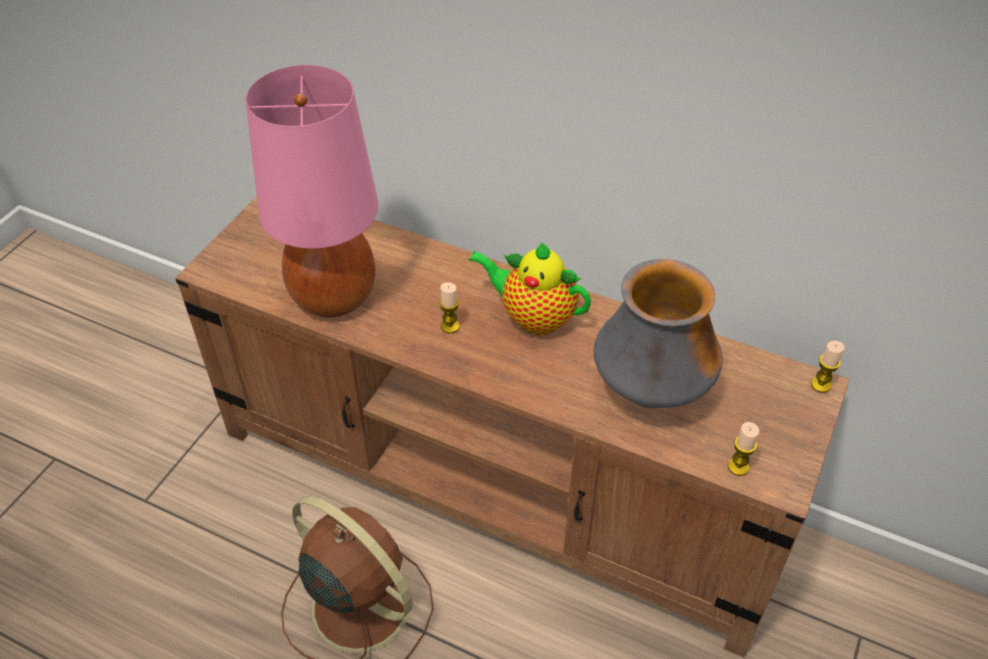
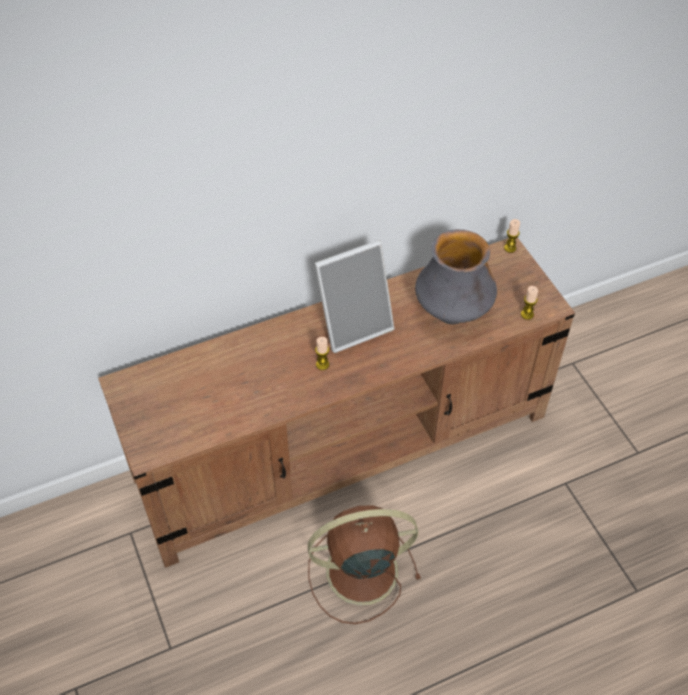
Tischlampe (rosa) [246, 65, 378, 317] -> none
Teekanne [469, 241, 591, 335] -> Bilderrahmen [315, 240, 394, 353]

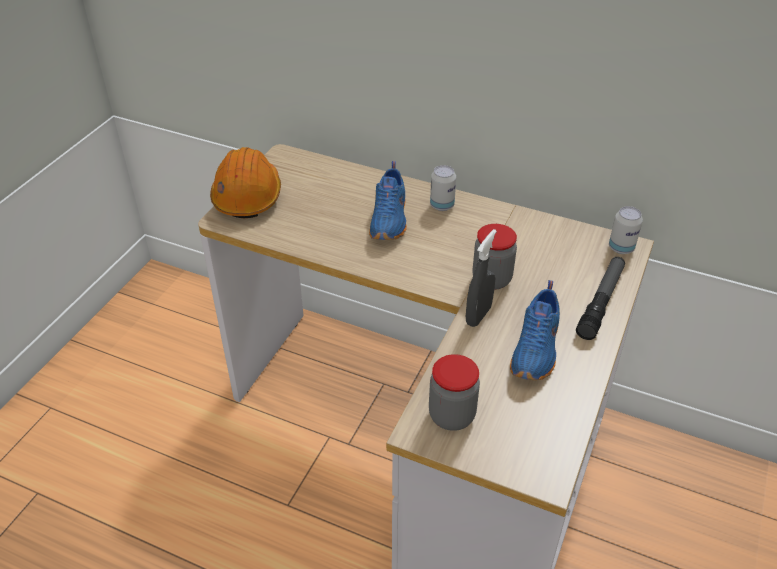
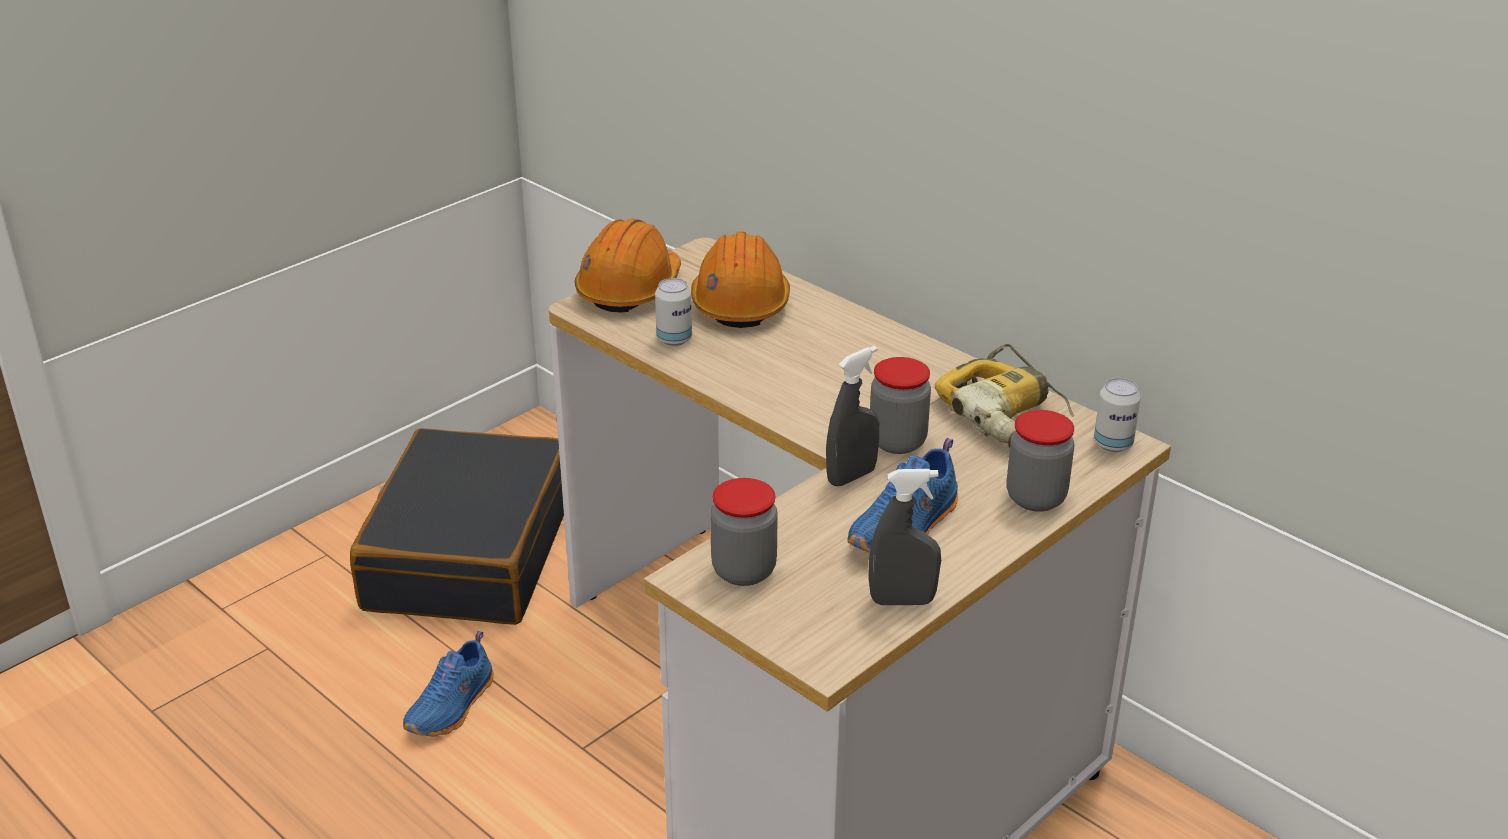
none -> Koffer (schwarz) [350, 428, 564, 625]
none -> Schutzhelm (orange) [691, 232, 790, 328]
none -> Sprühflasche (grau) [869, 469, 941, 605]
none -> Bohrmaschine [935, 344, 1074, 448]
Schuh (blau) [369, 161, 407, 240] -> Schuh (blau) [403, 631, 494, 737], shifted
Dose [430, 165, 456, 211] -> Dose [655, 278, 692, 346], shifted
Taschenlampe [576, 257, 625, 340] -> Vorratsglas [1007, 410, 1074, 512]

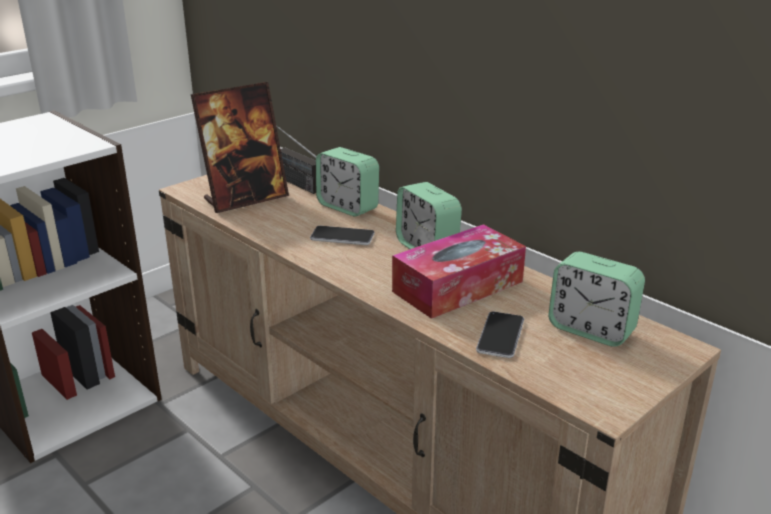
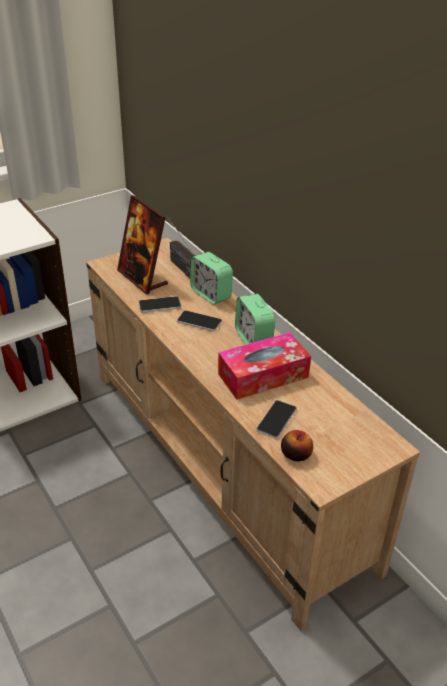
Wecker [548, 252, 645, 347] -> none
none -> Handy [139, 296, 181, 313]
none -> Apfel [281, 430, 313, 461]
Bilderrahmen [191, 82, 289, 213] -> Bilderrahmen [117, 195, 168, 294], 75 degrees clockwise

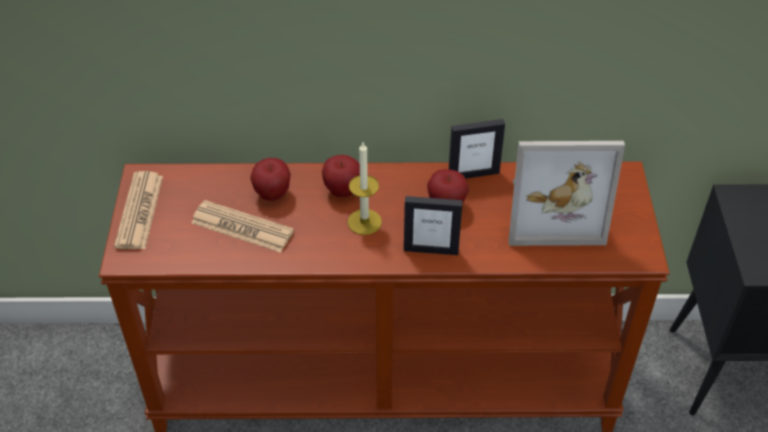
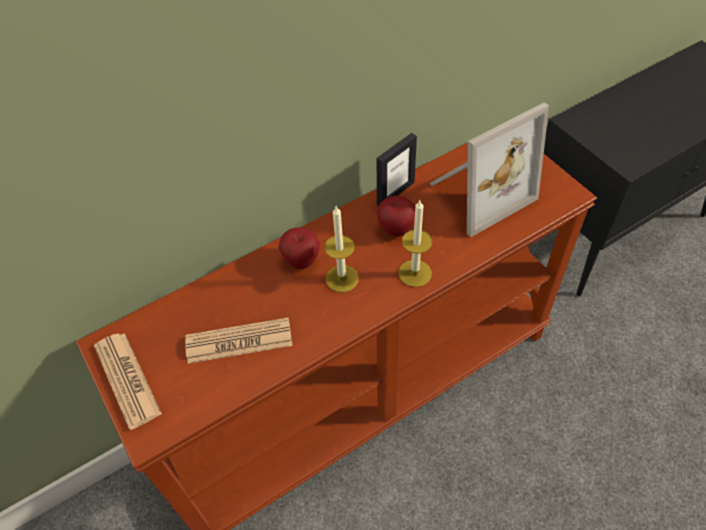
Apfel [250, 158, 291, 201] -> none
Bilderrahmen [404, 196, 463, 255] -> Kerze [398, 200, 432, 287]

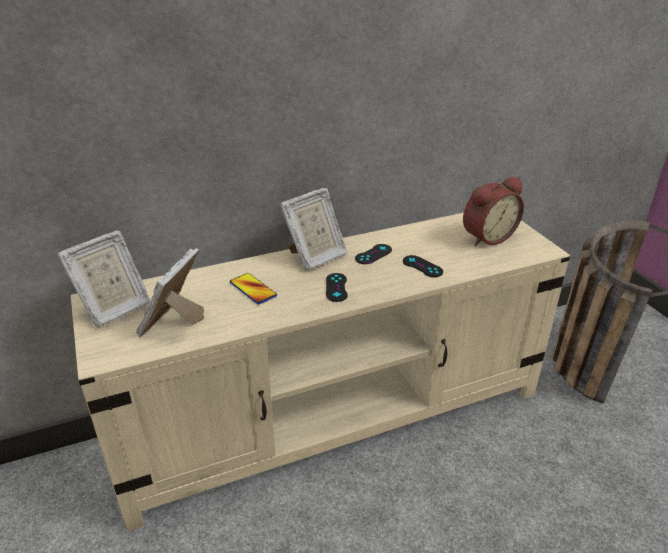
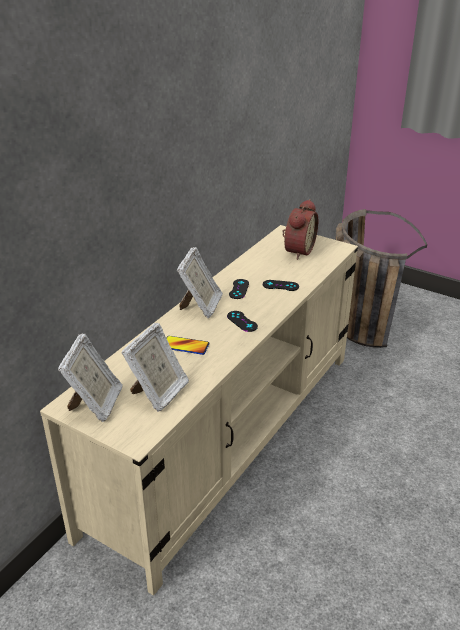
Bilderrahmen [136, 248, 204, 337] -> Bilderrahmen [121, 323, 189, 412], 135 degrees counterclockwise

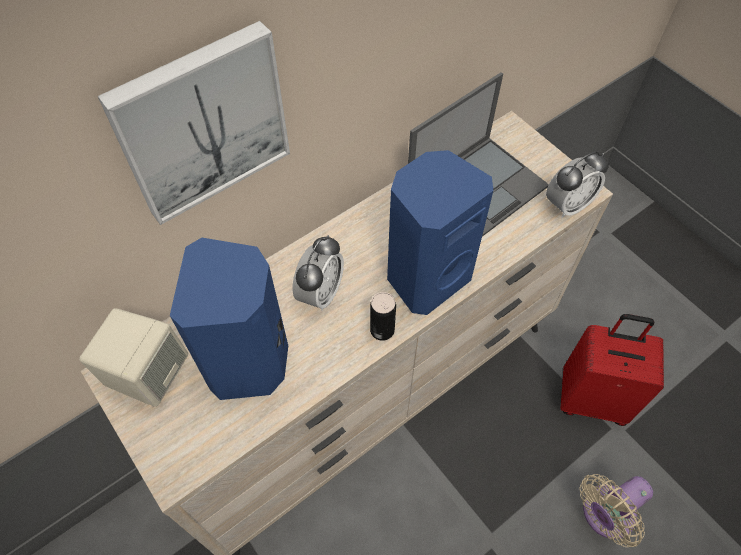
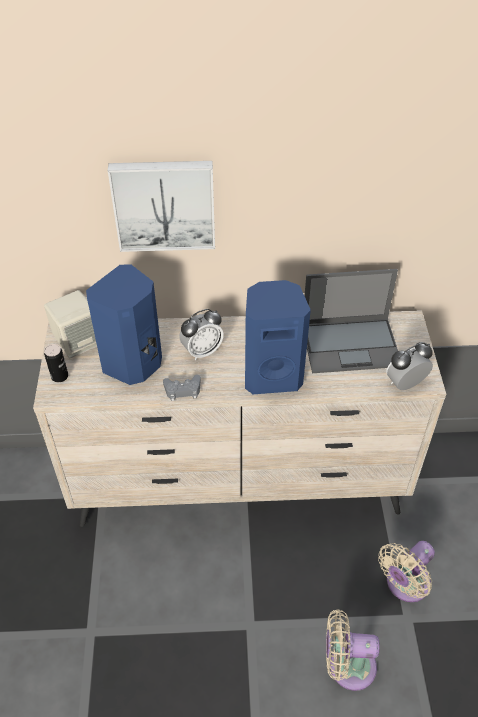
none -> Gamepad (grau) [163, 375, 201, 401]
Dose [370, 292, 396, 341] -> Dose [44, 344, 68, 382], shifted
Koffer (rot) [560, 314, 664, 426] -> Ventilator (beige) [378, 541, 435, 602]
Wecker [546, 151, 609, 218] -> Wecker [386, 342, 433, 390], 150 degrees clockwise

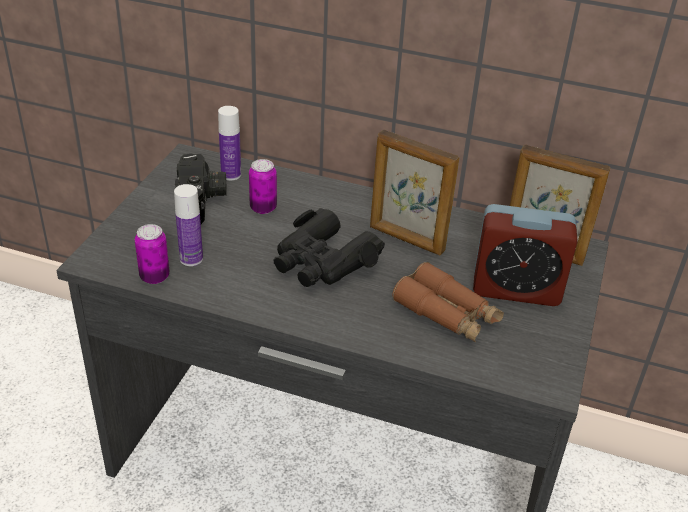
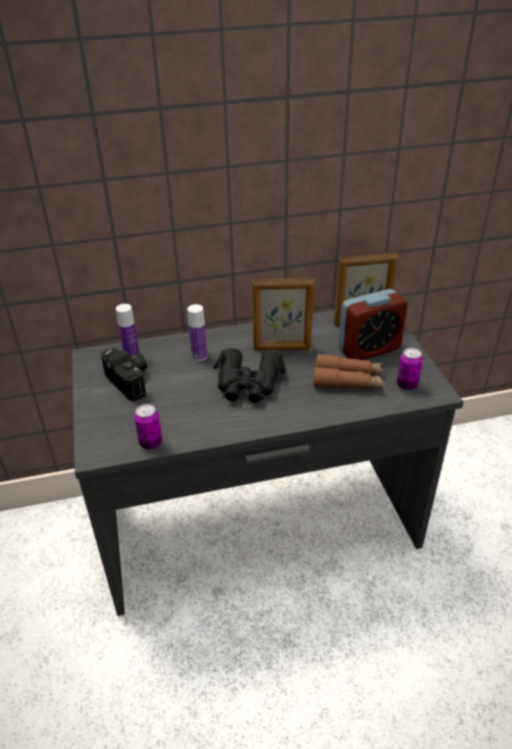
Flasche [174, 184, 203, 266] -> Flasche [187, 304, 207, 361], shifted
Dose [249, 159, 277, 214] -> Dose [397, 348, 423, 390], shifted

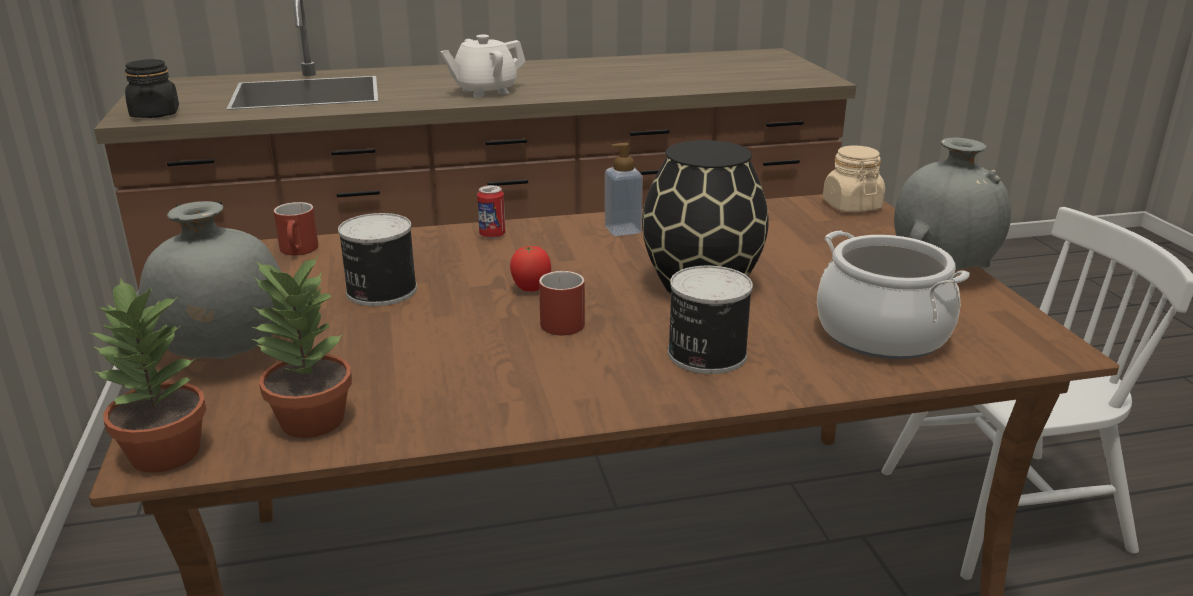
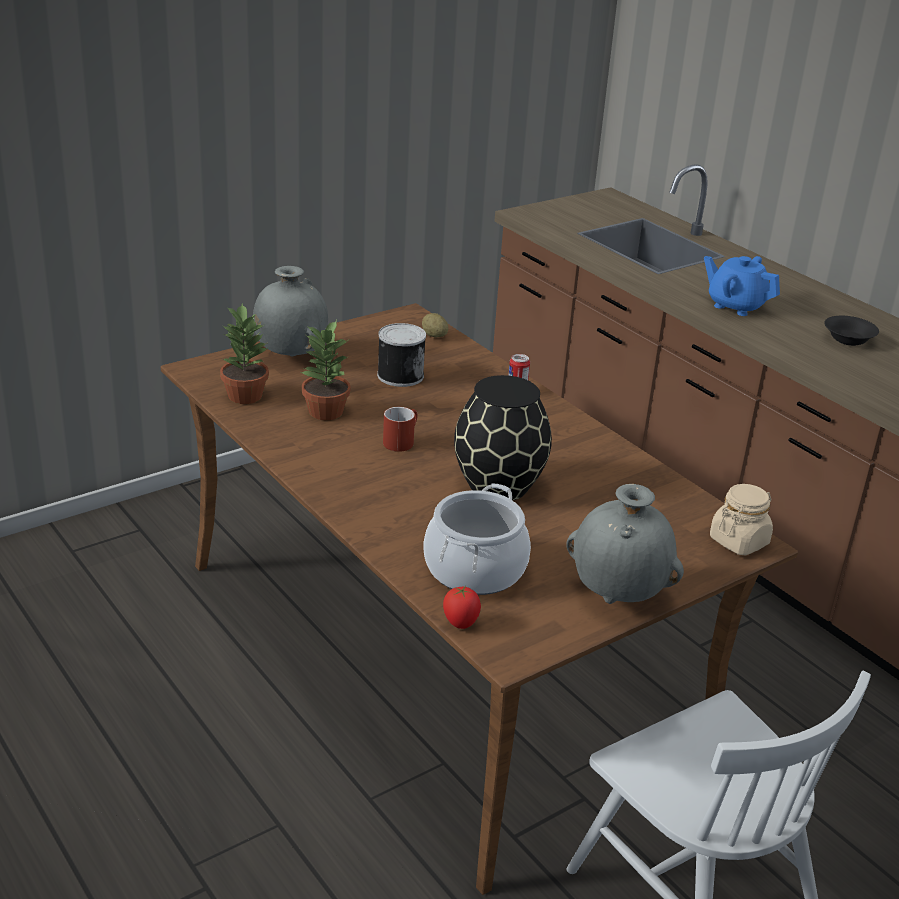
Vorratsglas (schwarz) [125, 59, 179, 118] -> none
Seifenspender [605, 143, 643, 236] -> none
Dose [668, 266, 753, 374] -> none
none -> Schüssel (schwarz) [824, 316, 879, 346]
Topfpflanze [88, 277, 206, 473] -> Topfpflanze [301, 320, 351, 420], shifted
Tomate [510, 246, 551, 291] -> Tomate [443, 586, 481, 629], shifted
Henkelbecher (rot) [274, 202, 319, 255] -> Kartoffel [422, 313, 449, 338]
Teekanne (weiß) [440, 35, 525, 98] -> Teekanne (blau) [704, 256, 780, 316]

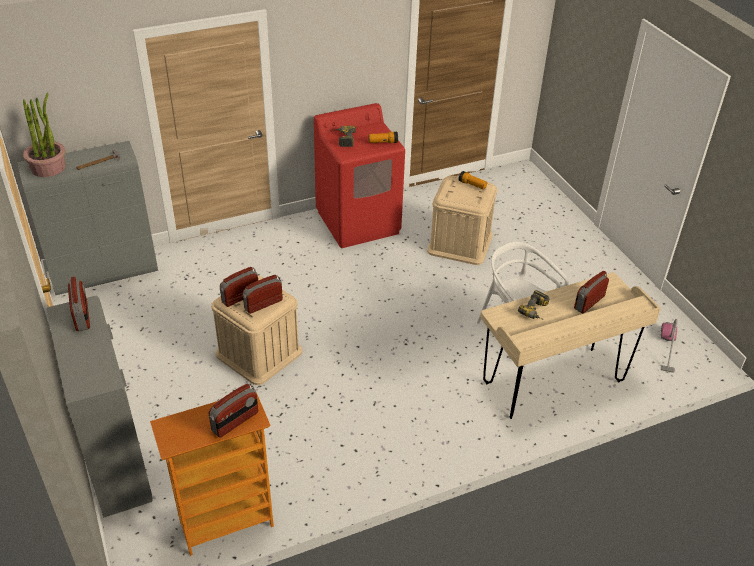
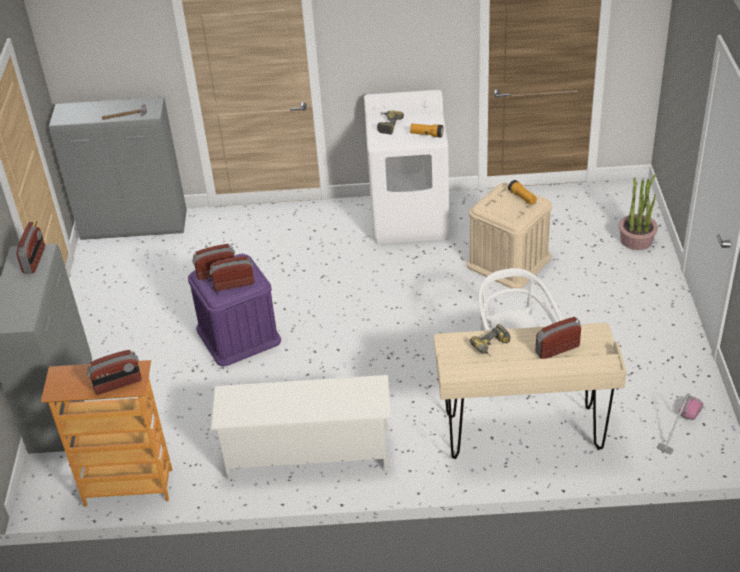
none -> Schuhregal (weiß) [210, 375, 391, 480]
Topfpflanze [23, 93, 66, 177] -> Topfpflanze [619, 173, 658, 250], shifted
Aufbewahrungsbox (beige) [211, 275, 302, 385] -> Aufbewahrungsbox (lila) [188, 254, 281, 366]
Waschmaschine (rot) [314, 103, 405, 248] -> Waschmaschine (weiß) [364, 90, 449, 244]

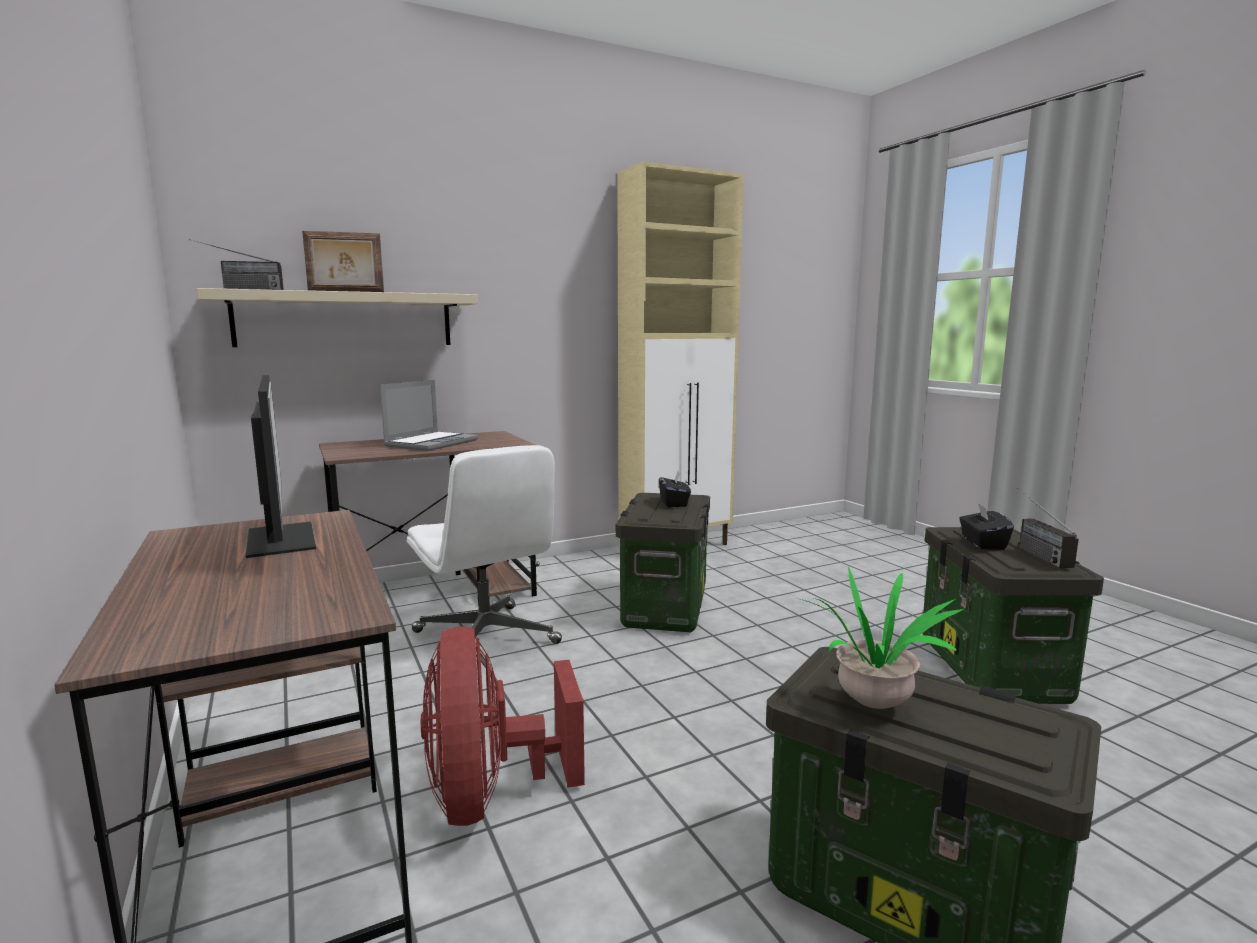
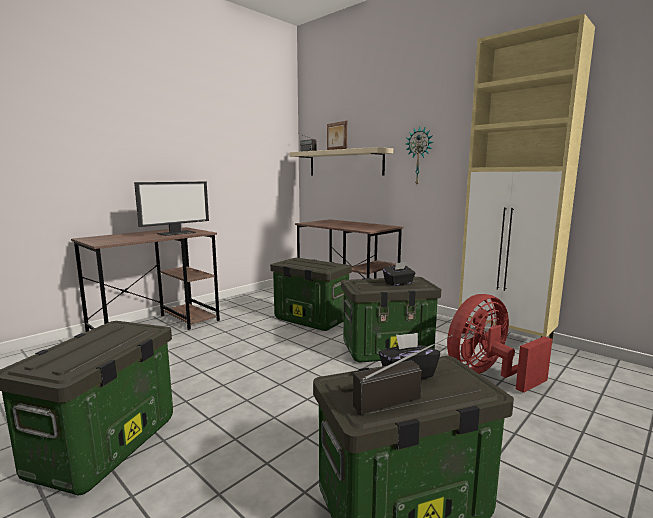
Laptop [380, 380, 479, 451] -> none
Topfpflanze [796, 566, 964, 709] -> none
none -> Wanduhr [406, 126, 433, 184]
Ventilator (rot) [421, 627, 585, 826] -> Ventilator (rot) [447, 294, 553, 393], shifted
Bürostuhl (weiß) [407, 445, 562, 644] -> Aufbewahrungsbox [270, 258, 352, 331]

